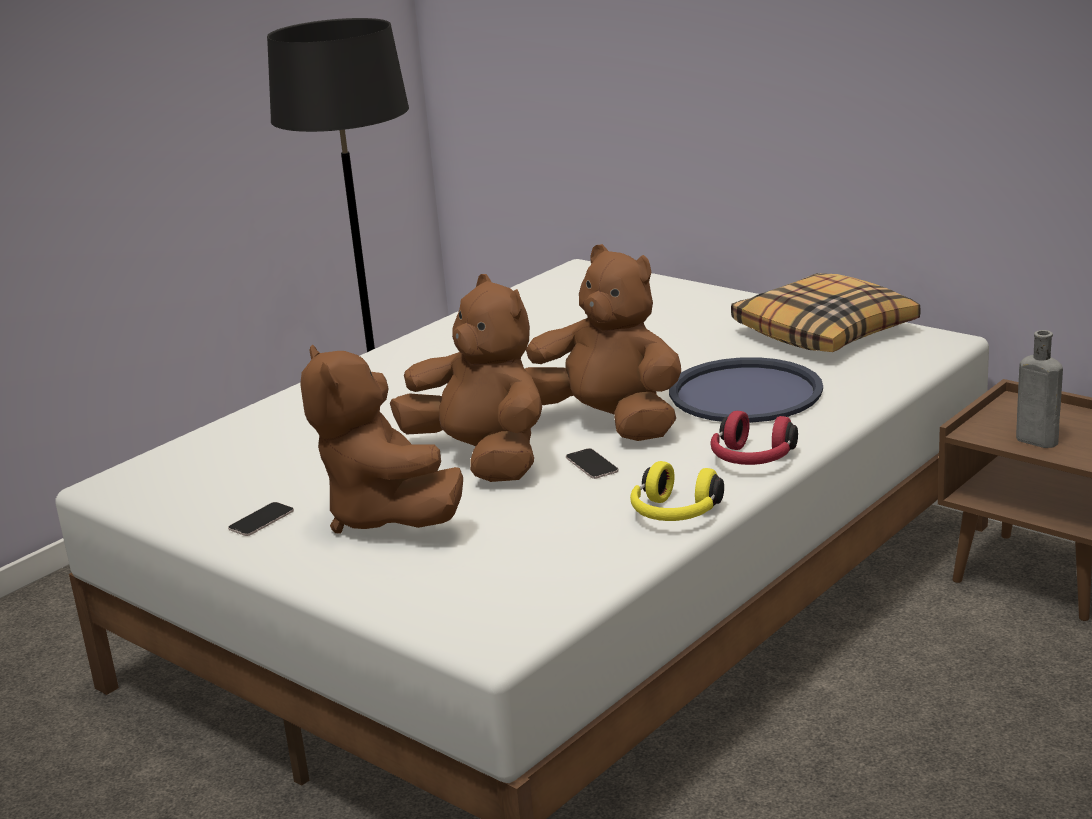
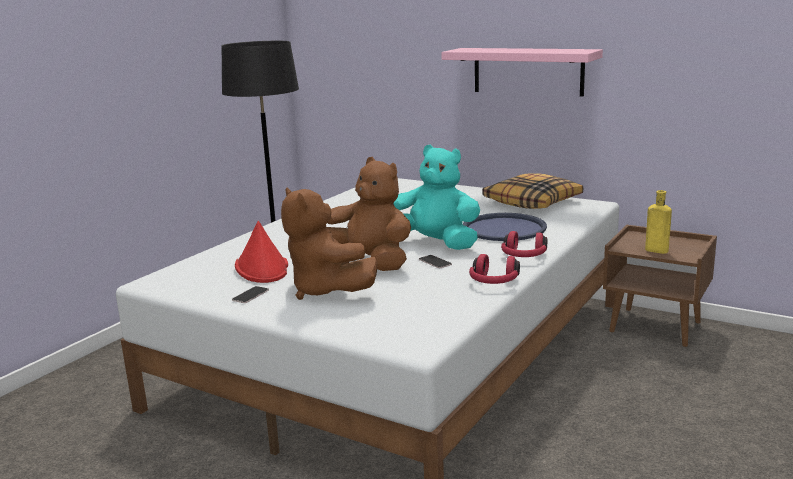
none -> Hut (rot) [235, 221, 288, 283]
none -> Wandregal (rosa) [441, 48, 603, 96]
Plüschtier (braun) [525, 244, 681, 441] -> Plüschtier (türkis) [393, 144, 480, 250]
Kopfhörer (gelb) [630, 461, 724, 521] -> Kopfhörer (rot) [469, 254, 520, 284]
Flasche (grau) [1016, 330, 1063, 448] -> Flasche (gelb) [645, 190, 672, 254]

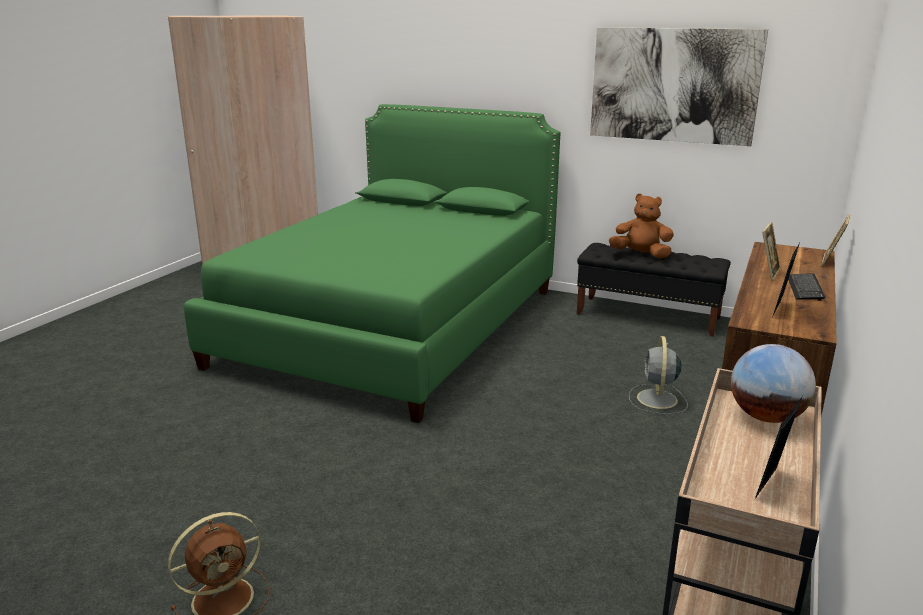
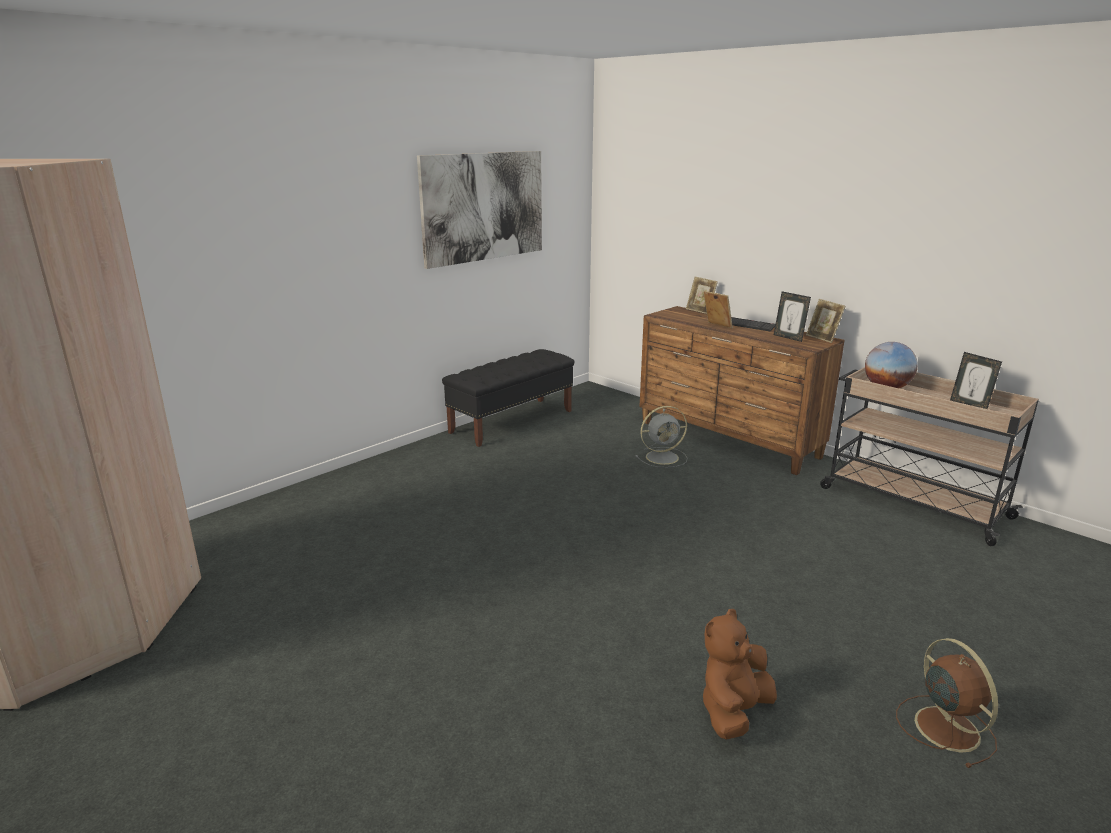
Bett (grün) [184, 104, 560, 423] -> none
none -> Bilderrahmen [806, 299, 846, 343]
Plüschtier (braun) [609, 194, 674, 259] -> Plüschtier (braun) [703, 609, 777, 740], shifted
Ventilator (grau) [629, 336, 688, 414] -> Ventilator (grau) [635, 406, 687, 468], 45 degrees counterclockwise

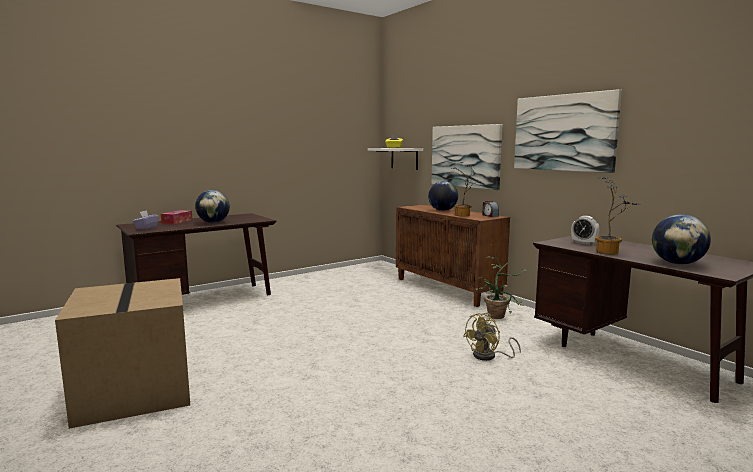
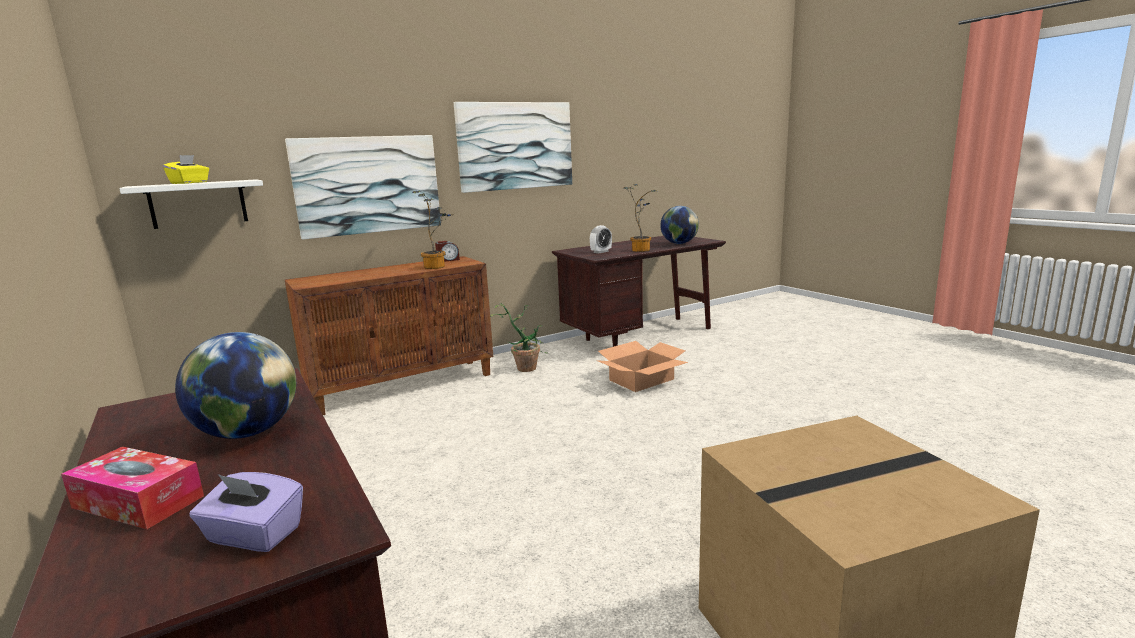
Globus [428, 181, 458, 211] -> none
Ventilator (gelb) [463, 313, 521, 361] -> Karton [596, 341, 688, 392]

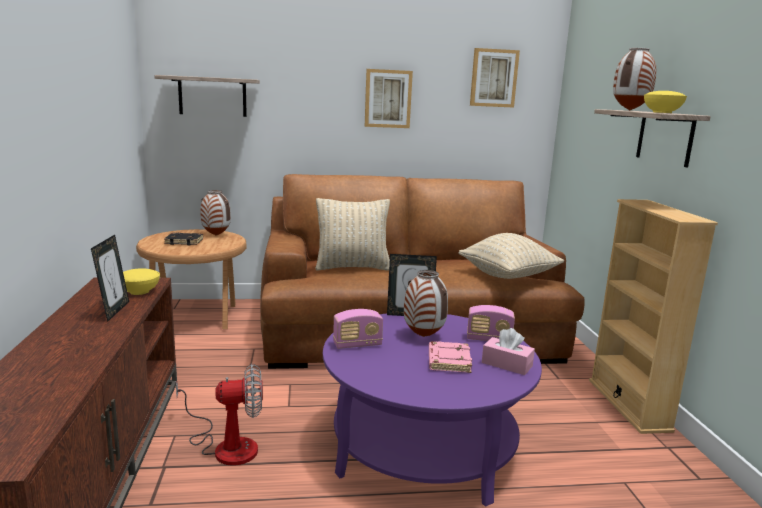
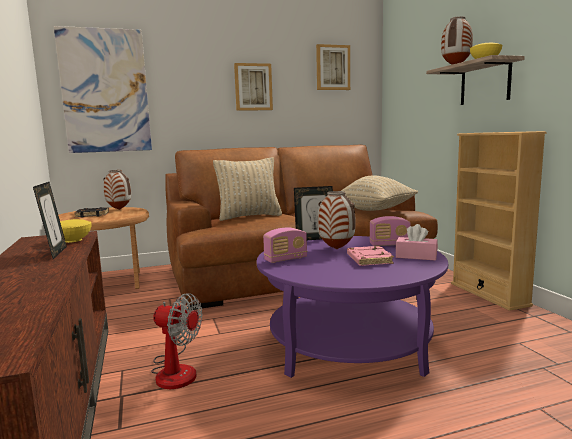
Wandregal [154, 75, 260, 117] -> Bild [54, 26, 152, 153]
Ventilator [176, 364, 263, 466] -> Ventilator [151, 293, 202, 389], 45 degrees clockwise

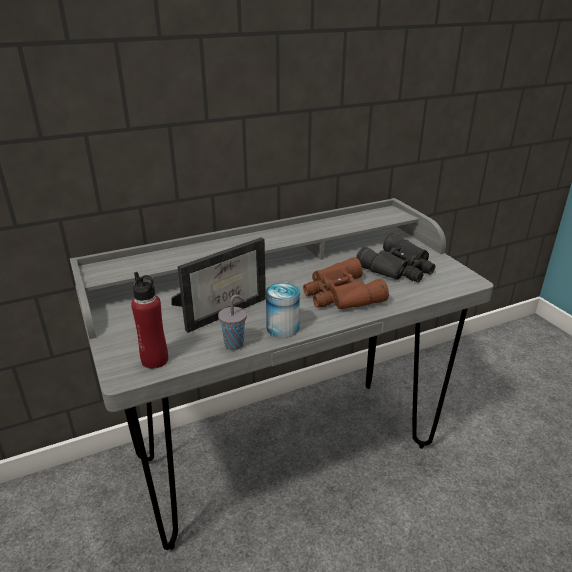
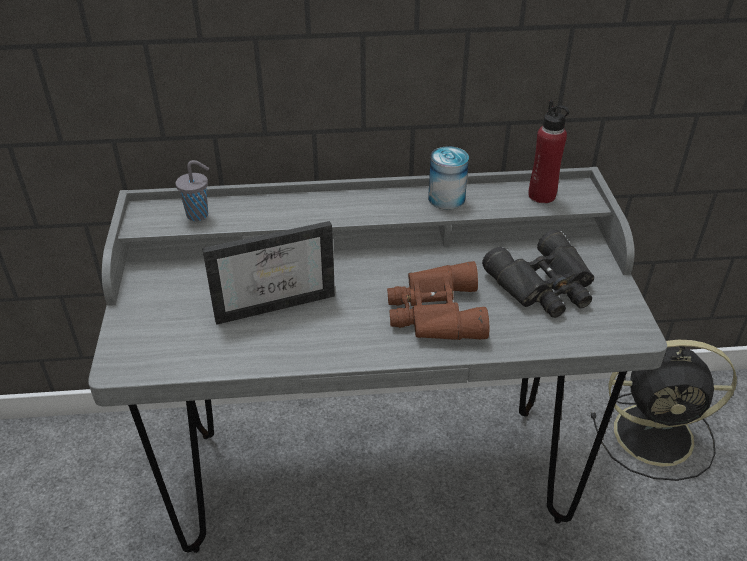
none -> Ventilator (schwarz) [591, 340, 737, 481]
Flasche (rot) [131, 272, 168, 369] -> Flasche (rot) [528, 100, 569, 203], shifted
Tasse (grau) [218, 295, 247, 350] -> Tasse (grau) [176, 160, 209, 221], shifted
Dose [266, 282, 300, 338] -> Dose [428, 146, 469, 210], shifted

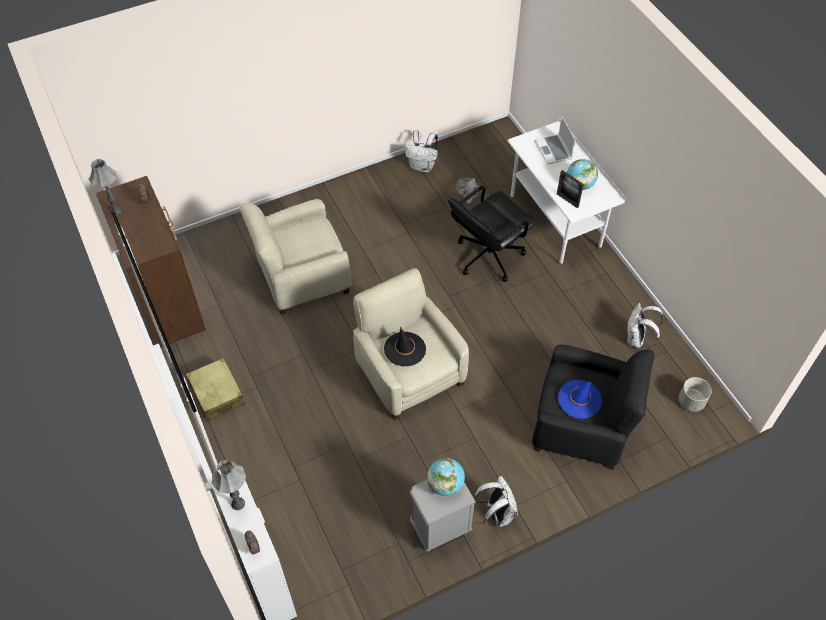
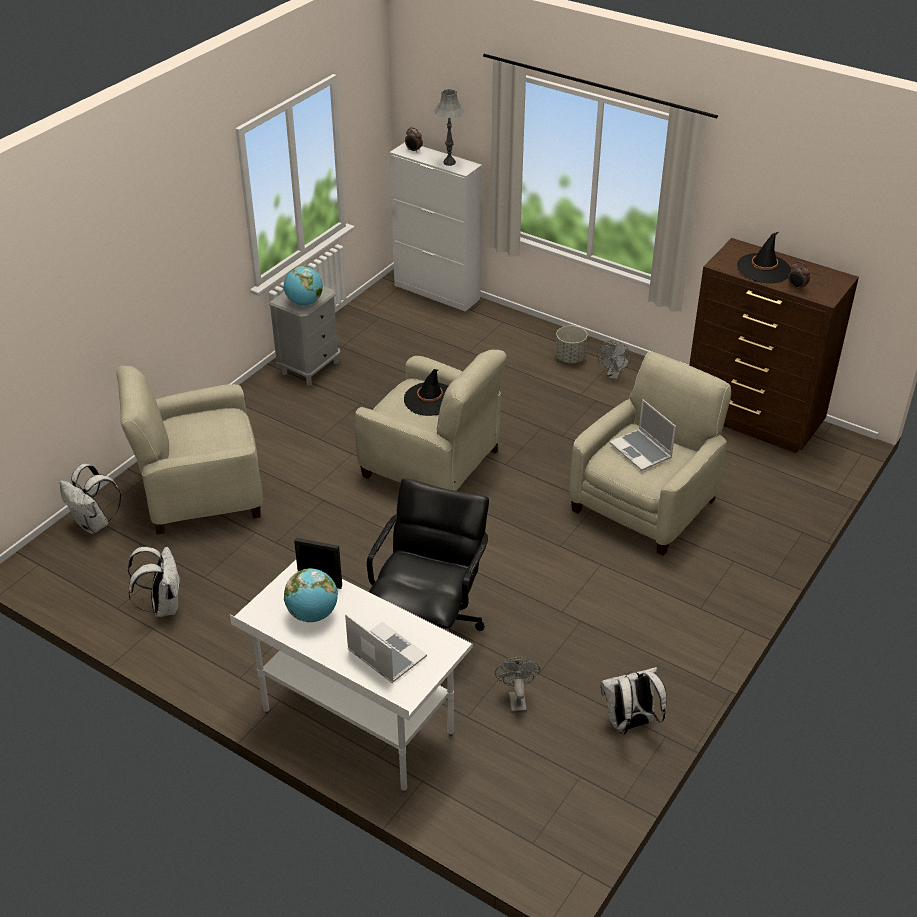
Tischlampe (grau) [89, 159, 122, 215] -> none
Hut (blau) [558, 380, 602, 419] -> none
none -> Laptop [609, 399, 676, 471]
none -> Hut (schwarz) [737, 232, 791, 283]
Rucksack (weiß) [474, 476, 518, 527] -> Rucksack (weiß) [60, 464, 121, 534], shifted
Pflanzkübel (grau) [679, 377, 711, 412] -> Pflanzkübel (grau) [555, 326, 587, 363], shifted
Koffer (beige) [186, 358, 245, 421] -> Ventilator (grau) [597, 340, 631, 380]
Sessel (schwarz) [532, 344, 655, 470] -> Sessel (beige) [116, 365, 263, 535]

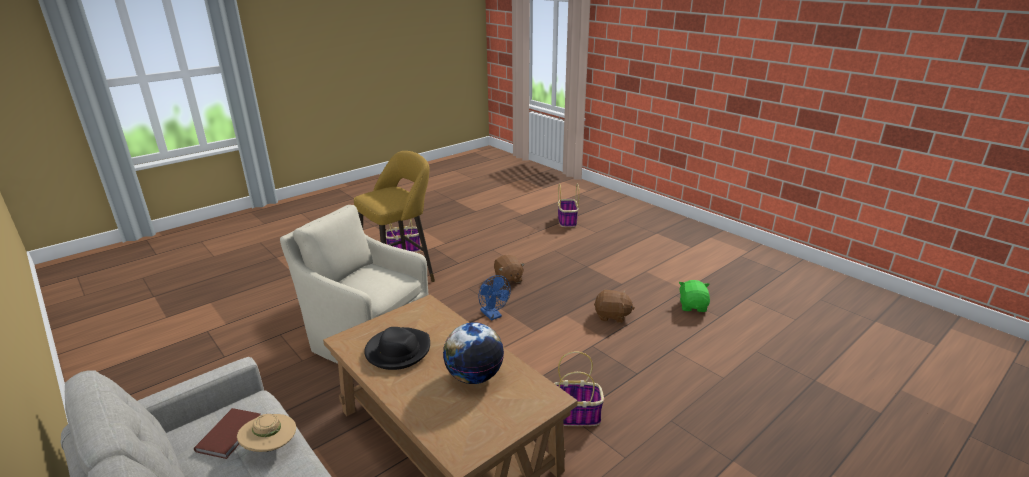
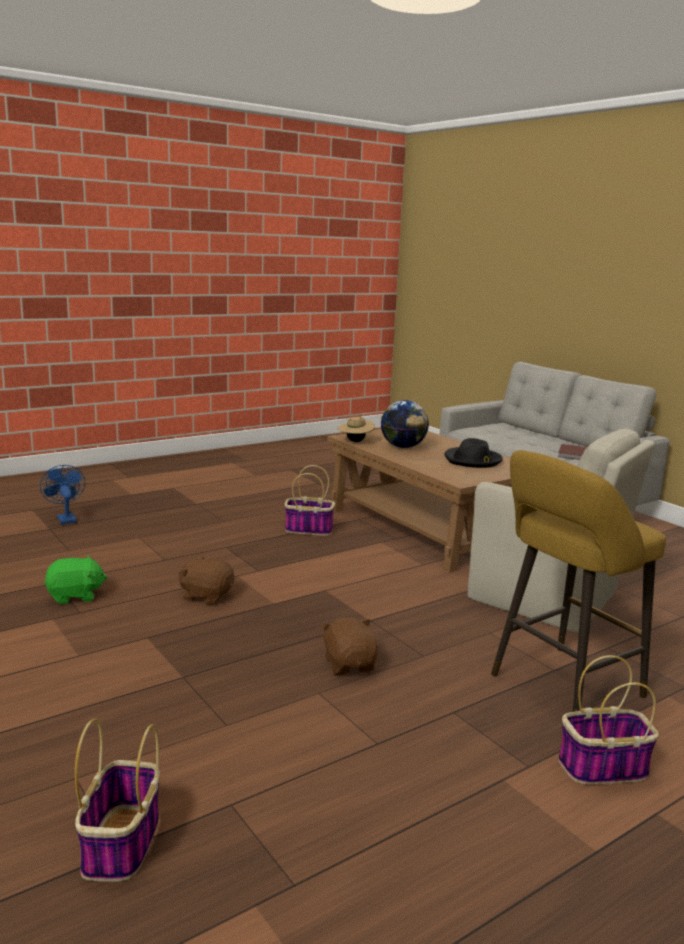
Hut (beige) [237, 414, 296, 452] -> Hut (beige) [337, 415, 375, 442], shifted
Ventilator (blau) [478, 275, 511, 321] -> Ventilator (blau) [40, 465, 85, 524], shifted
Plüschtier (grün) [679, 280, 710, 312] -> Plüschtier (grün) [44, 555, 107, 604], 120 degrees counterclockwise

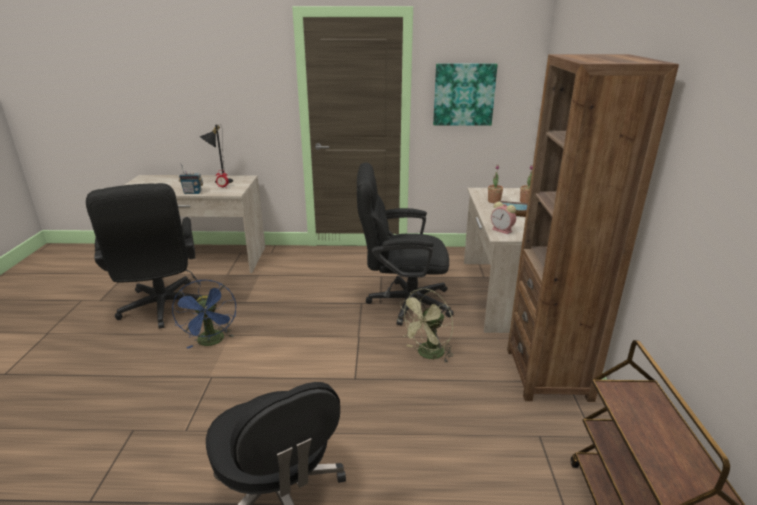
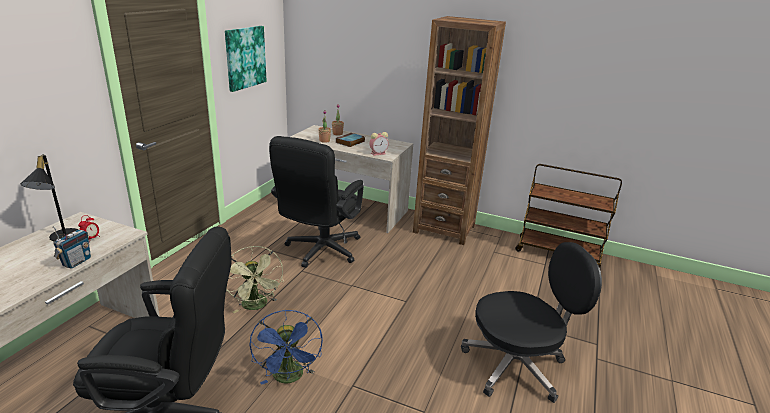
Ventilator (grün) [397, 288, 453, 363] -> Ventilator (grün) [226, 246, 284, 313], shifted
Ventilator (blau) [172, 280, 236, 349] -> Ventilator (blau) [249, 310, 323, 385], 75 degrees clockwise

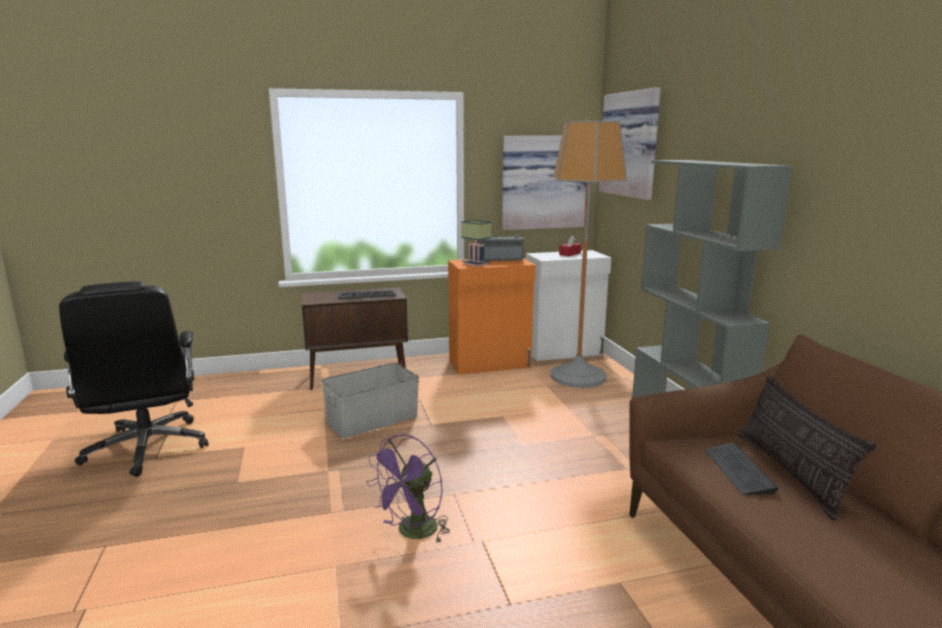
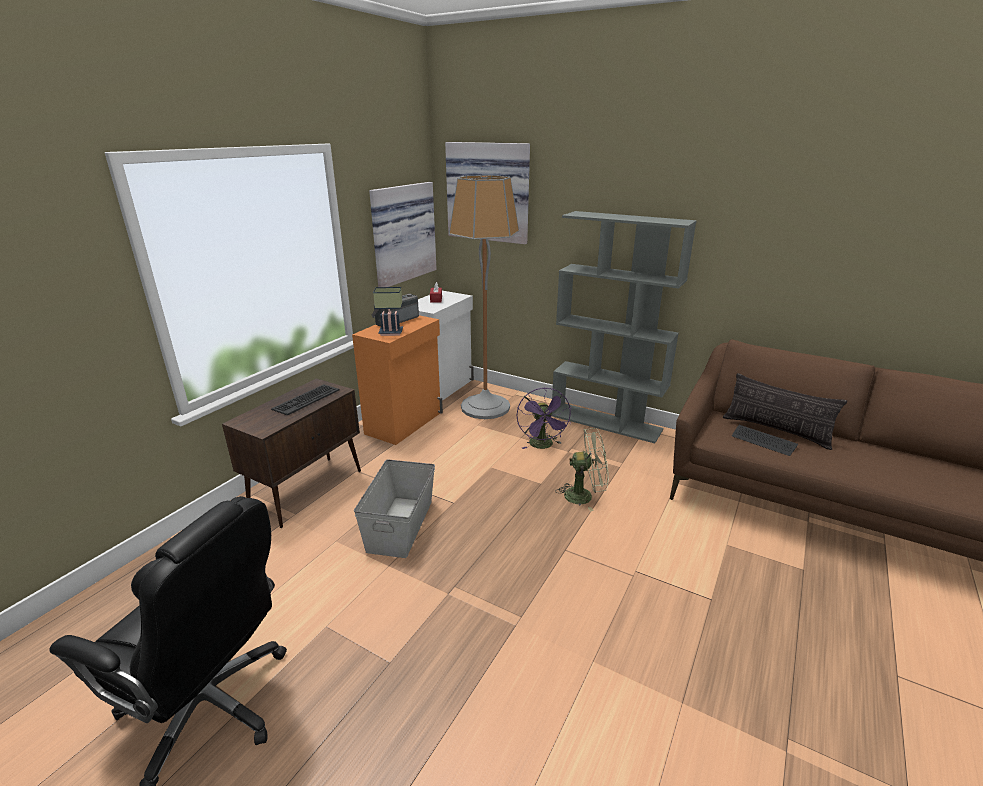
none -> Ventilator (grün) [555, 428, 609, 511]
Ventilator (lila) [366, 434, 450, 544] -> Ventilator (lila) [516, 388, 572, 449], shifted

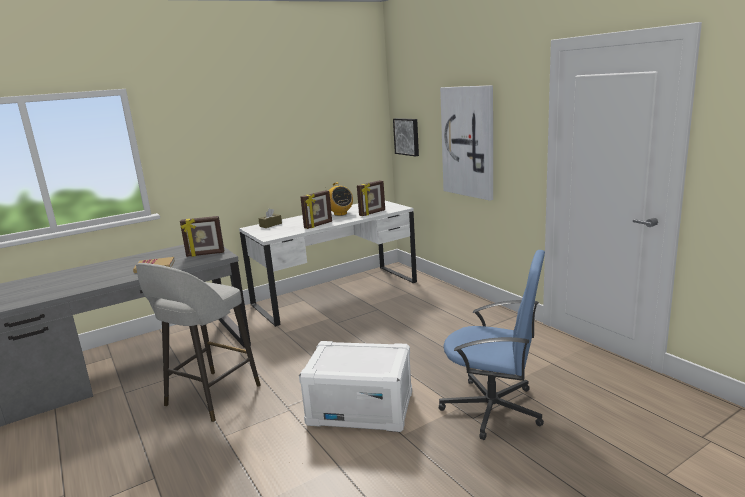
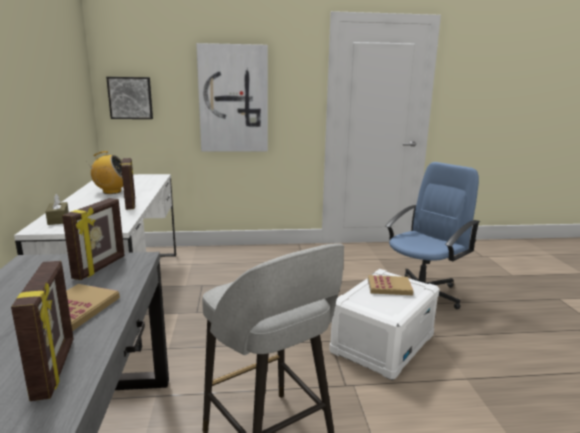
none -> Buch [368, 275, 413, 295]
Bilderrahmen [357, 180, 385, 216] -> Bilderrahmen [11, 261, 74, 401], shifted

